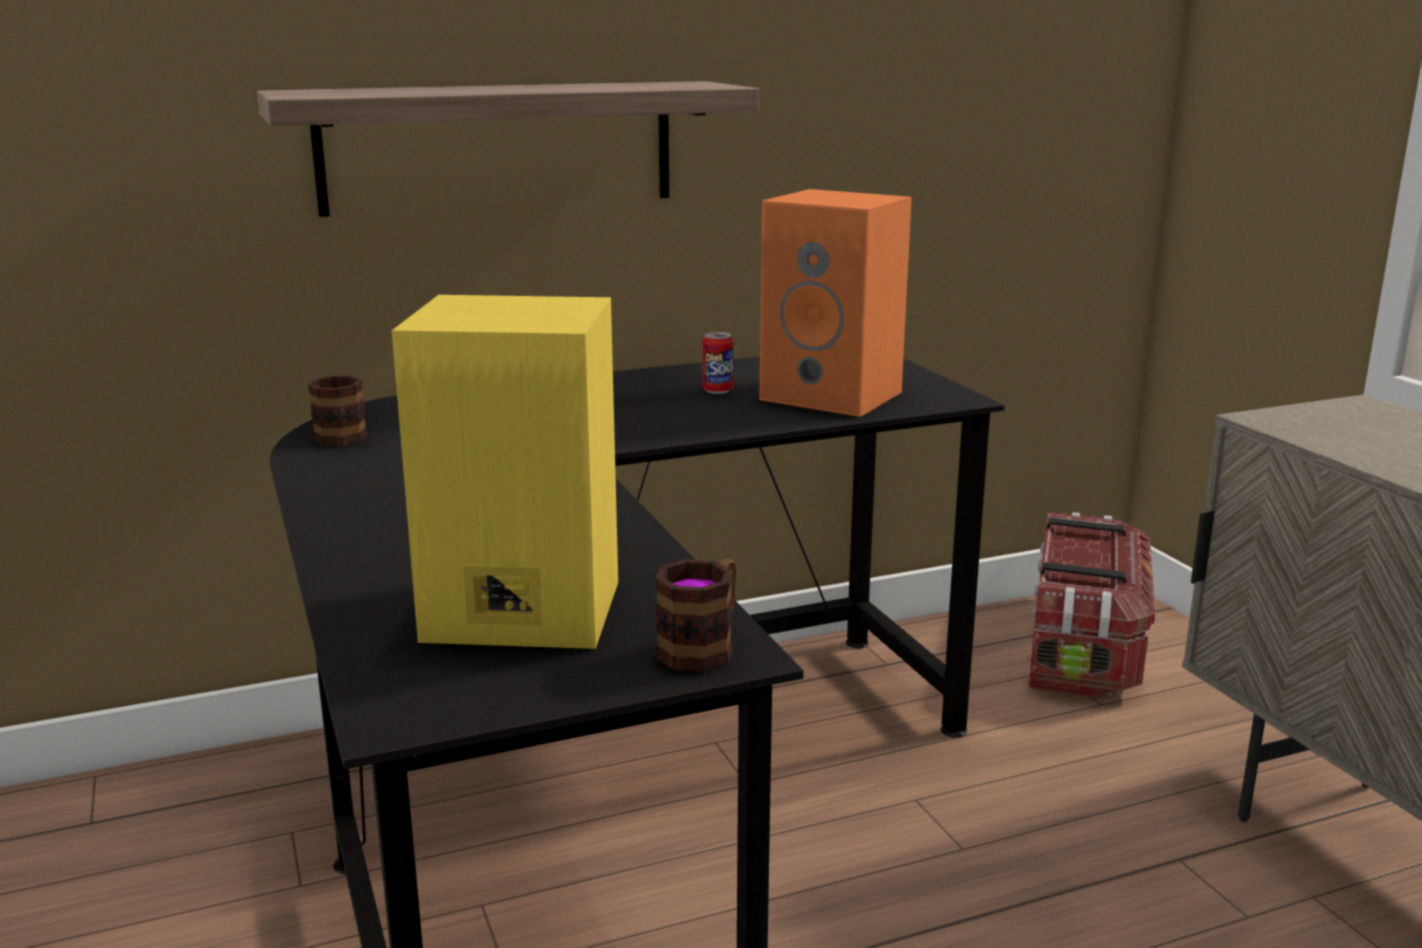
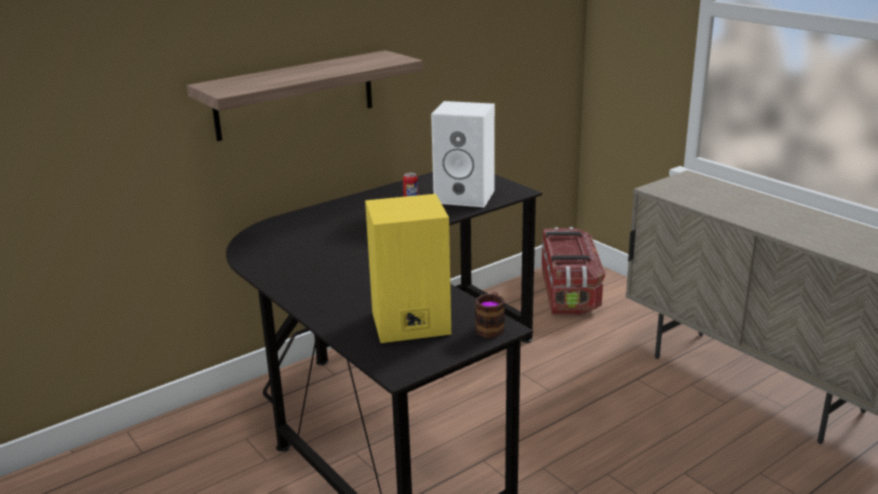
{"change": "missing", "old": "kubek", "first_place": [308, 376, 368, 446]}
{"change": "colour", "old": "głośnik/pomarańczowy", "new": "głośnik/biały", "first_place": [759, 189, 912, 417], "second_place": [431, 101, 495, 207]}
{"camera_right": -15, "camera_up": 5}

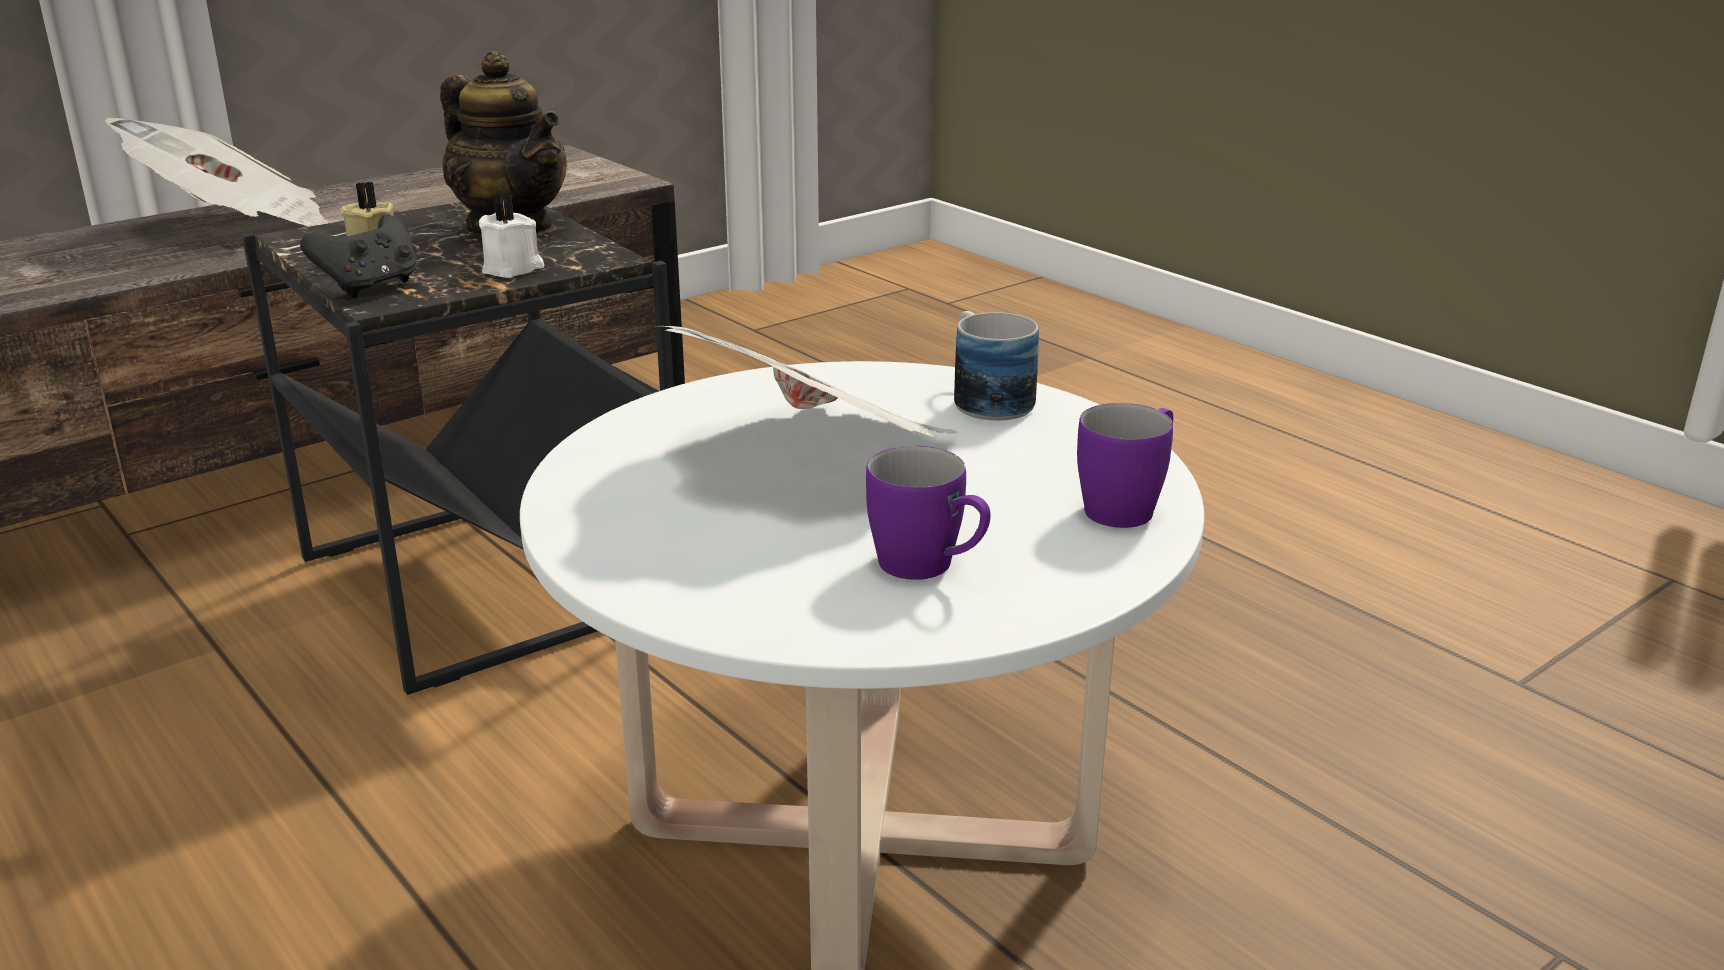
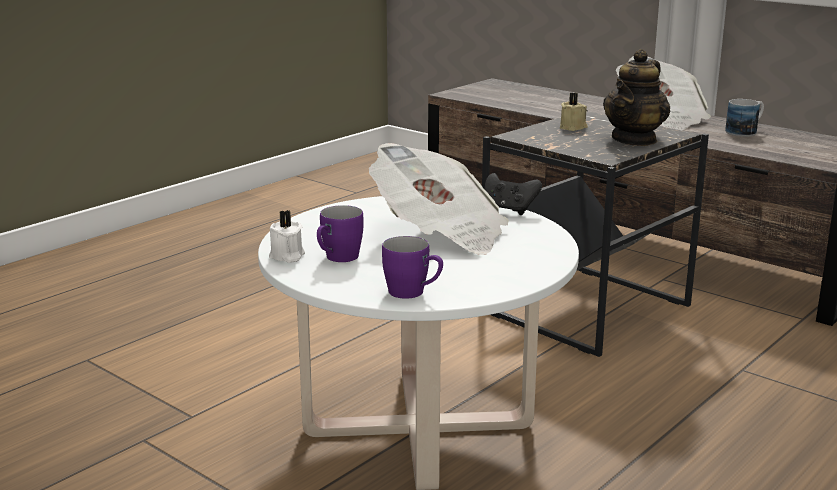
{"change": "relocated", "old": "pad do gier/czarny", "first_place": [300, 214, 417, 298], "second_place": [485, 173, 542, 215]}
{"change": "relocated", "old": "świeca/biały", "first_place": [479, 193, 544, 278], "second_place": [269, 210, 305, 263]}
{"change": "relocated", "old": "kubek", "first_place": [954, 311, 1039, 421], "second_place": [725, 99, 764, 137]}
{"camera_right": 80, "camera_up": -5}

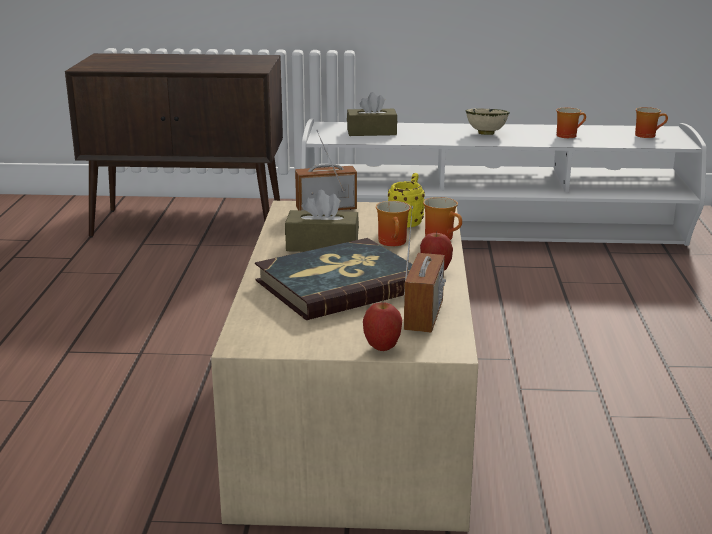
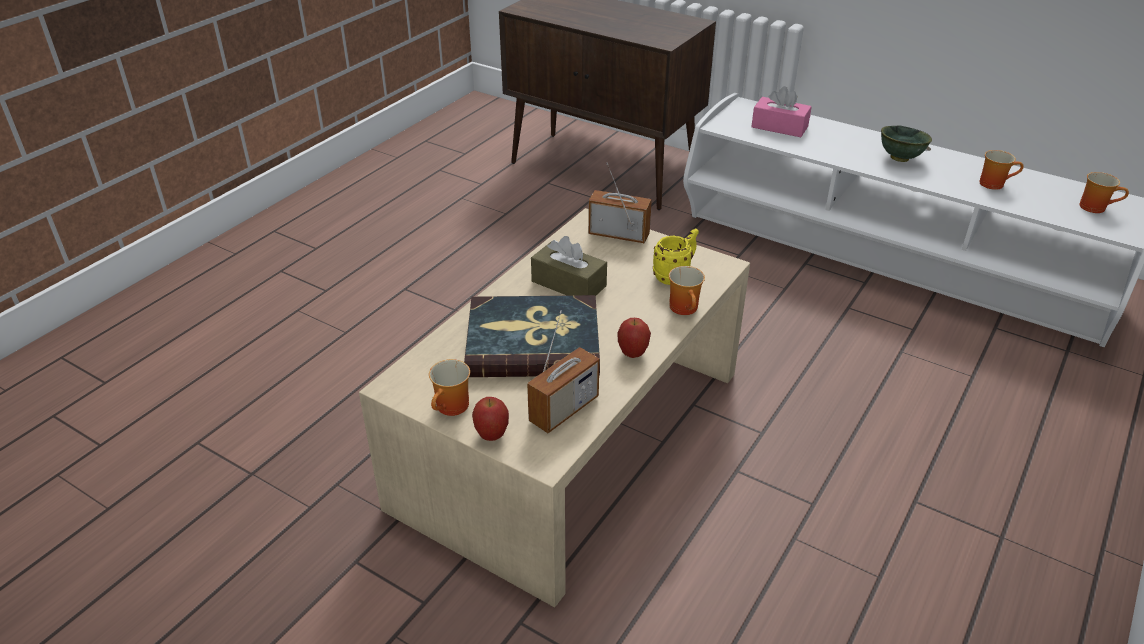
{"change": "relocated", "old": "kubek", "first_place": [376, 201, 411, 246], "second_place": [429, 359, 470, 416]}
{"change": "colour", "old": "pudełko chusteczek/brązowy", "new": "pudełko chusteczek/różowy", "first_place": [347, 92, 397, 136], "second_place": [751, 86, 812, 137]}
{"change": "colour", "old": "miska/beżowy", "new": "miska/zielony", "first_place": [465, 108, 510, 135], "second_place": [881, 126, 932, 162]}
{"camera_right": 30, "camera_up": 15}

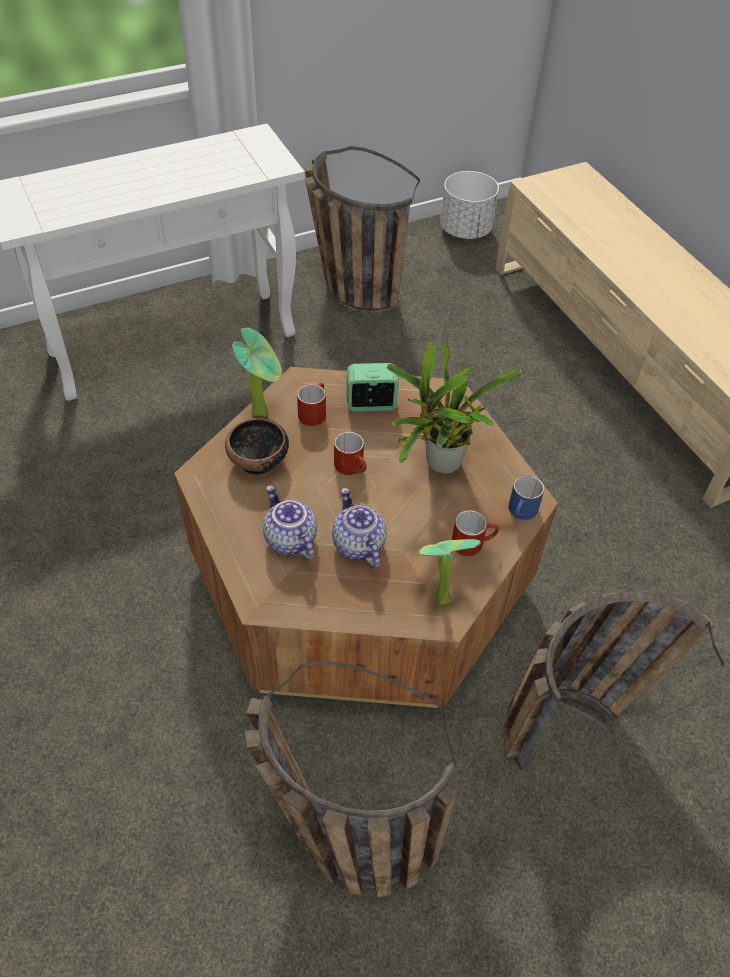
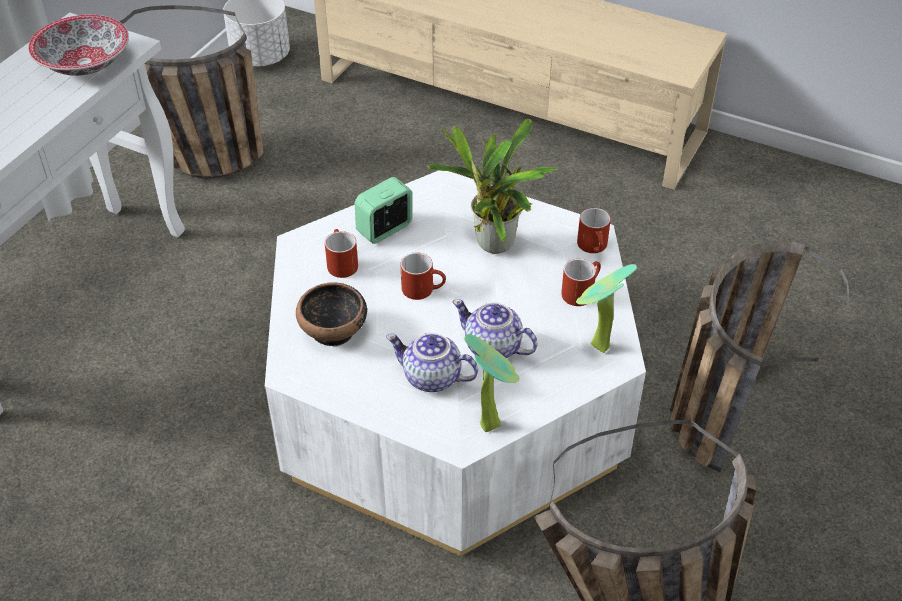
{"change": "appeared", "new": "miska", "second_place": [28, 15, 129, 76]}
{"change": "relocated", "old": "roślina doniczkowa", "first_place": [232, 328, 282, 417], "second_place": [464, 334, 520, 432]}
{"change": "colour", "old": "ława/brązowy", "new": "ława/biały", "first_place": [174, 367, 558, 708], "second_place": [265, 170, 646, 556]}
{"change": "colour", "old": "kubek/niebieski", "new": "kubek/czerwony", "first_place": [508, 475, 544, 520], "second_place": [577, 208, 611, 253]}
{"camera_right": -35, "camera_up": -5}

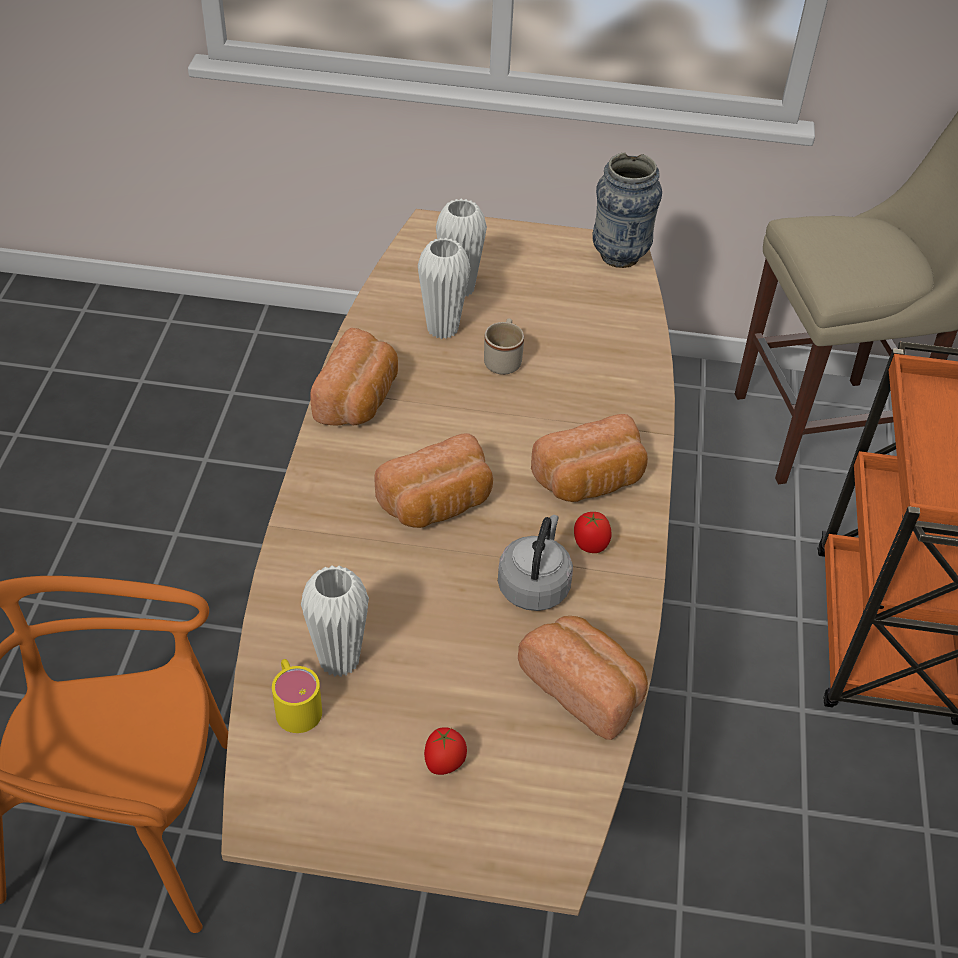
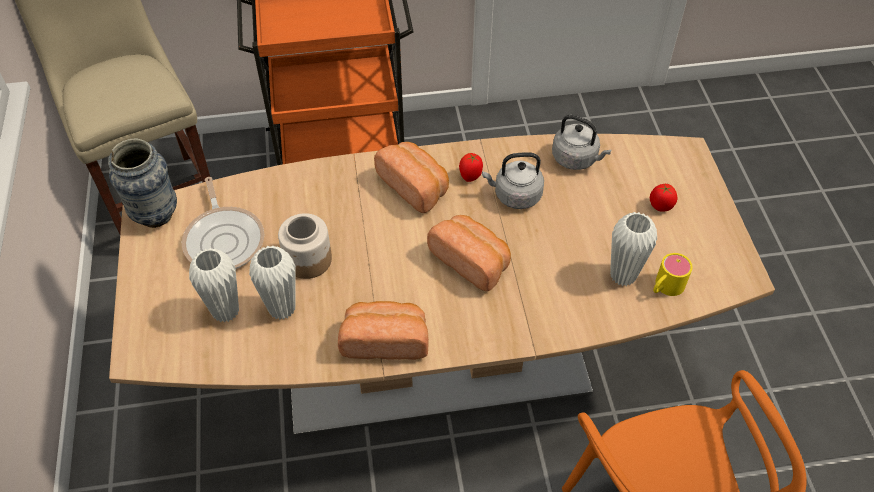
{"change": "appeared", "new": "patelnia", "second_place": [182, 177, 264, 269]}
{"change": "exchanged", "old": "kubek/beżowy", "new": "słoik", "first_place": [484, 318, 524, 375], "second_place": [278, 213, 332, 279]}
{"change": "exchanged", "old": "chleb", "new": "czajnik/szary", "first_place": [518, 616, 648, 740], "second_place": [552, 115, 611, 170]}
{"camera_right": -105, "camera_up": 5}

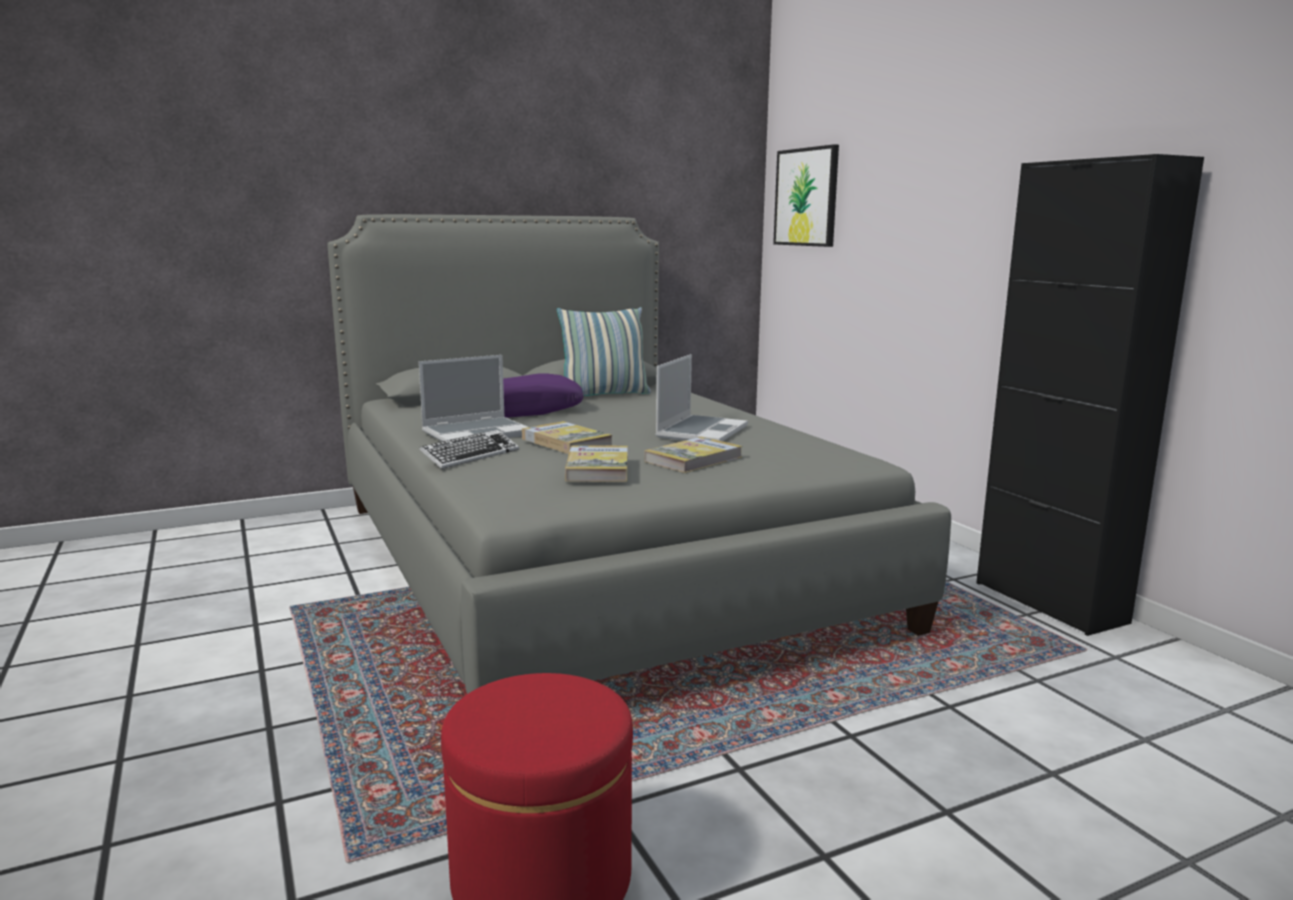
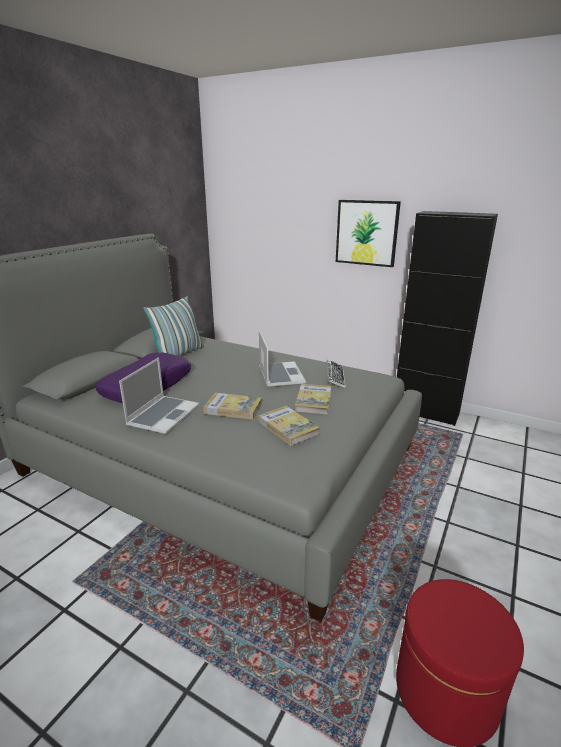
{"change": "relocated", "old": "klawiatura", "first_place": [419, 430, 519, 469], "second_place": [326, 360, 346, 388]}
{"change": "relocated", "old": "obraz", "first_place": [773, 144, 839, 247], "second_place": [336, 200, 401, 267]}
{"camera_right": -35, "camera_up": 10}

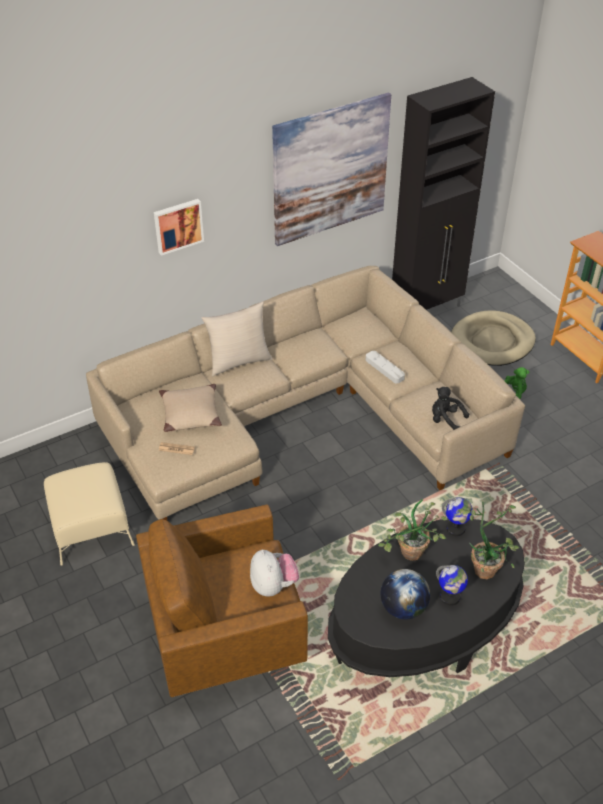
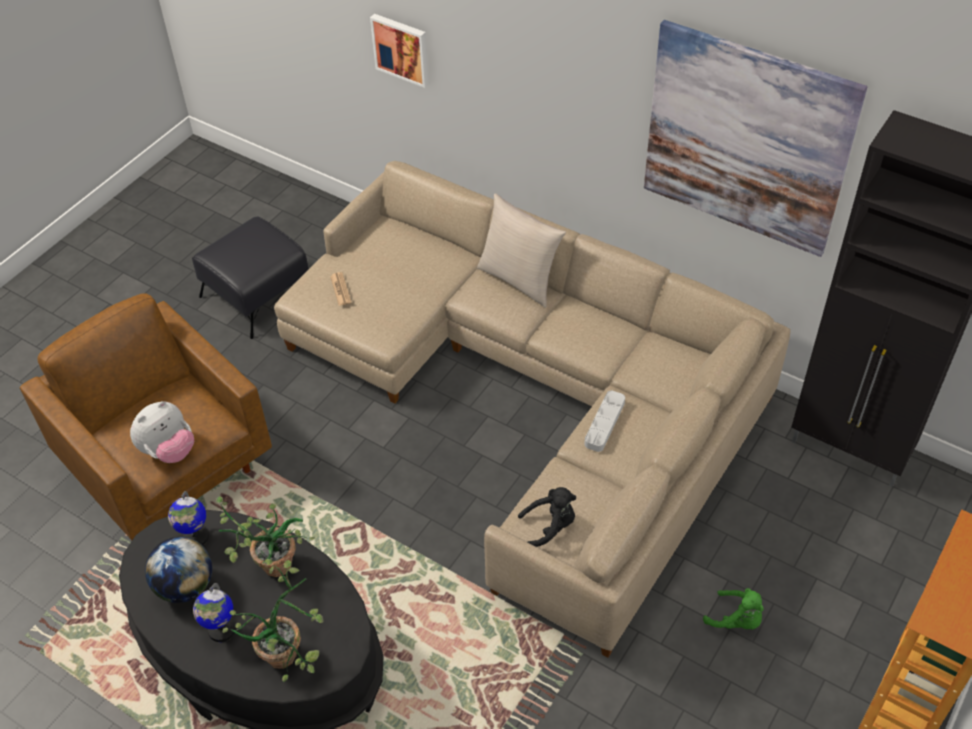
{"change": "missing", "old": "poduszka/beżowy", "first_place": [159, 384, 222, 432]}
{"change": "missing", "old": "legowisko/beżowy", "first_place": [451, 310, 536, 366]}
{"change": "relocated", "old": "obraz", "first_place": [154, 199, 204, 256], "second_place": [370, 14, 429, 88]}
{"change": "relocated", "old": "globus", "first_place": [442, 497, 473, 536], "second_place": [168, 491, 209, 546]}
{"change": "colour", "old": "pufa/beżowy", "new": "pufa/czarny", "first_place": [44, 462, 135, 566], "second_place": [192, 216, 309, 339]}
{"change": "spun", "old": "pluszak/czarny", "first_place": [432, 387, 469, 430], "second_place": [518, 487, 576, 547], "degrees": 75}
{"camera_right": 65, "camera_up": 5}

